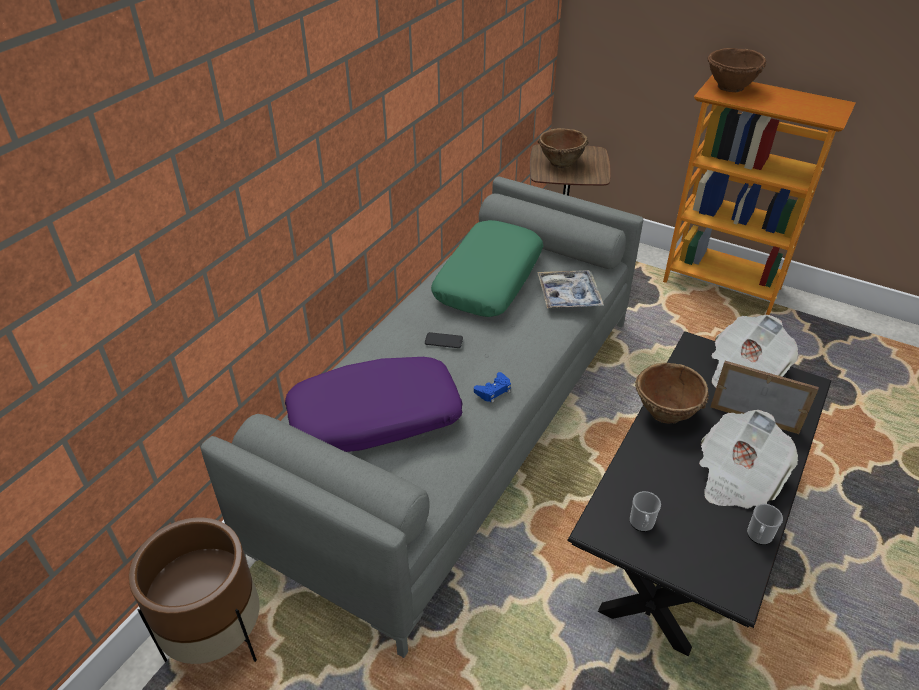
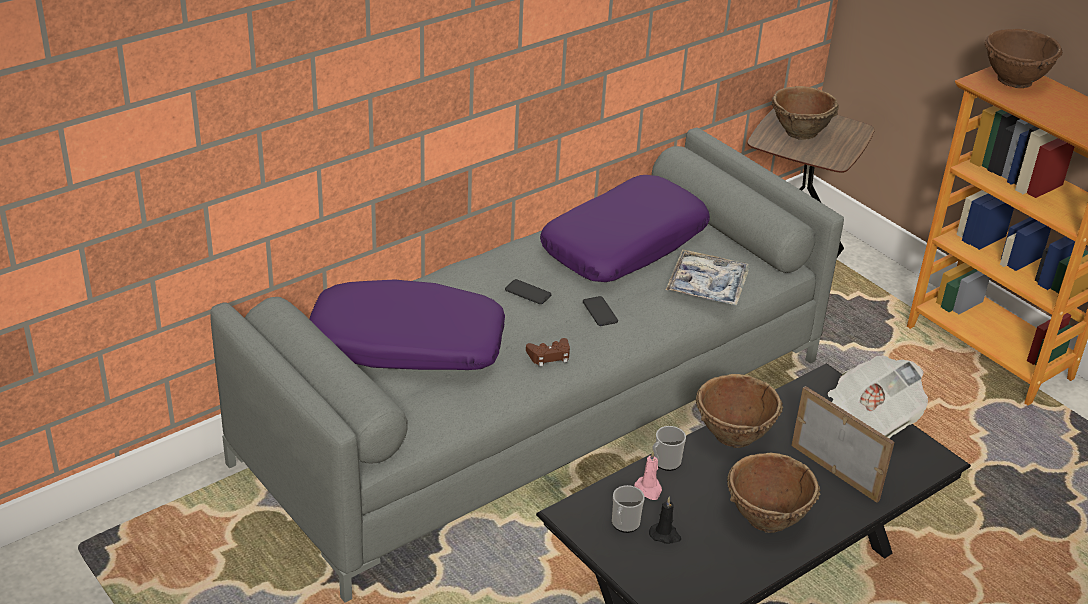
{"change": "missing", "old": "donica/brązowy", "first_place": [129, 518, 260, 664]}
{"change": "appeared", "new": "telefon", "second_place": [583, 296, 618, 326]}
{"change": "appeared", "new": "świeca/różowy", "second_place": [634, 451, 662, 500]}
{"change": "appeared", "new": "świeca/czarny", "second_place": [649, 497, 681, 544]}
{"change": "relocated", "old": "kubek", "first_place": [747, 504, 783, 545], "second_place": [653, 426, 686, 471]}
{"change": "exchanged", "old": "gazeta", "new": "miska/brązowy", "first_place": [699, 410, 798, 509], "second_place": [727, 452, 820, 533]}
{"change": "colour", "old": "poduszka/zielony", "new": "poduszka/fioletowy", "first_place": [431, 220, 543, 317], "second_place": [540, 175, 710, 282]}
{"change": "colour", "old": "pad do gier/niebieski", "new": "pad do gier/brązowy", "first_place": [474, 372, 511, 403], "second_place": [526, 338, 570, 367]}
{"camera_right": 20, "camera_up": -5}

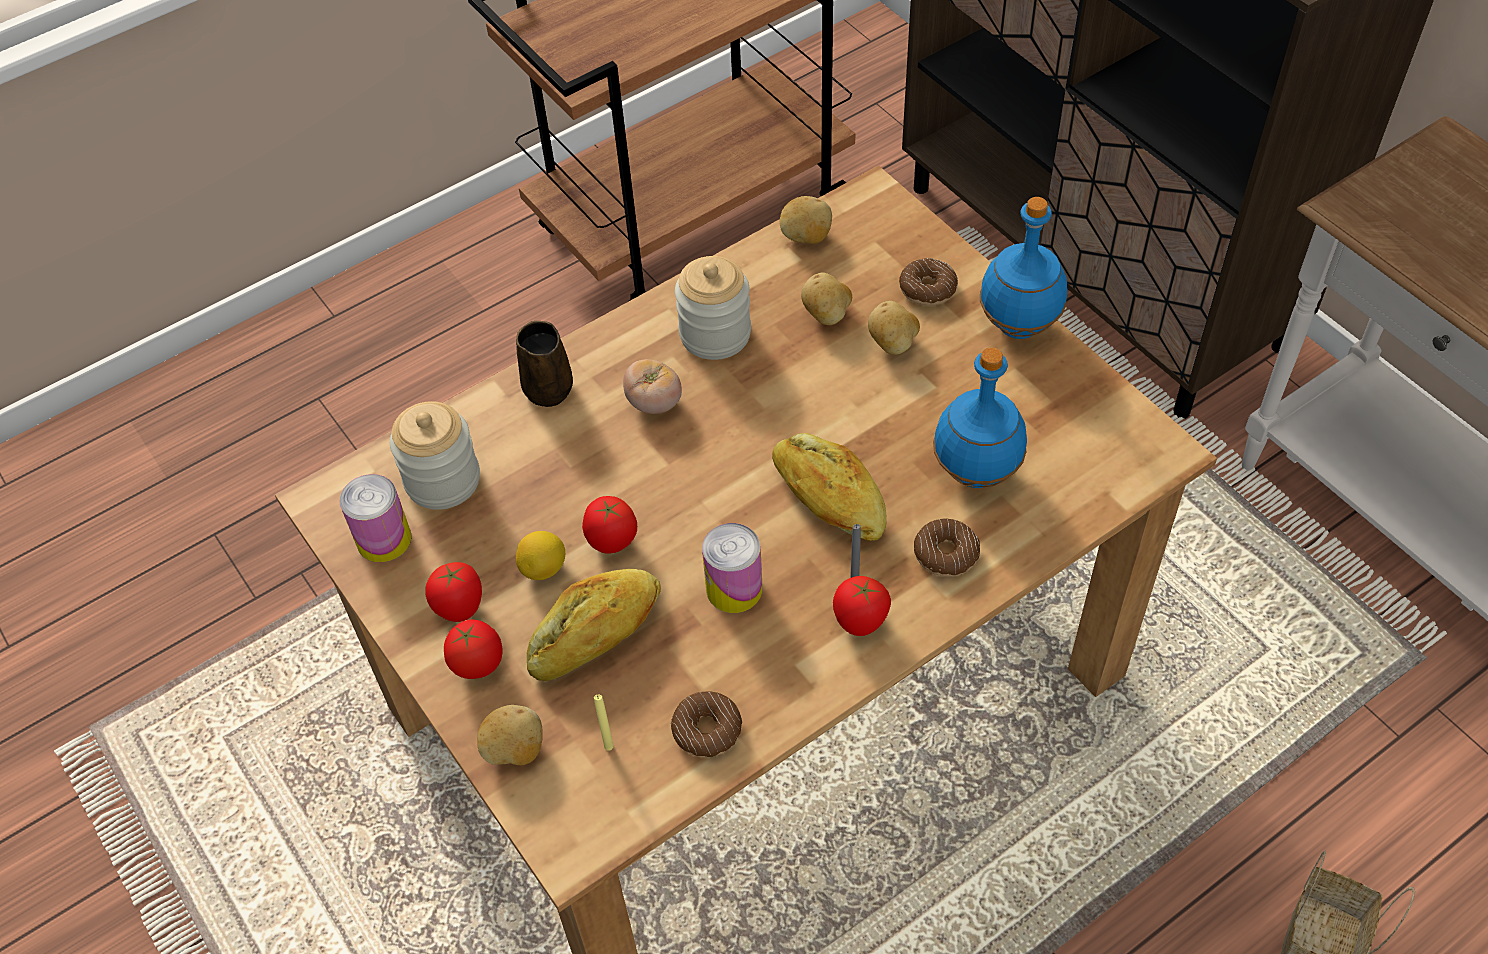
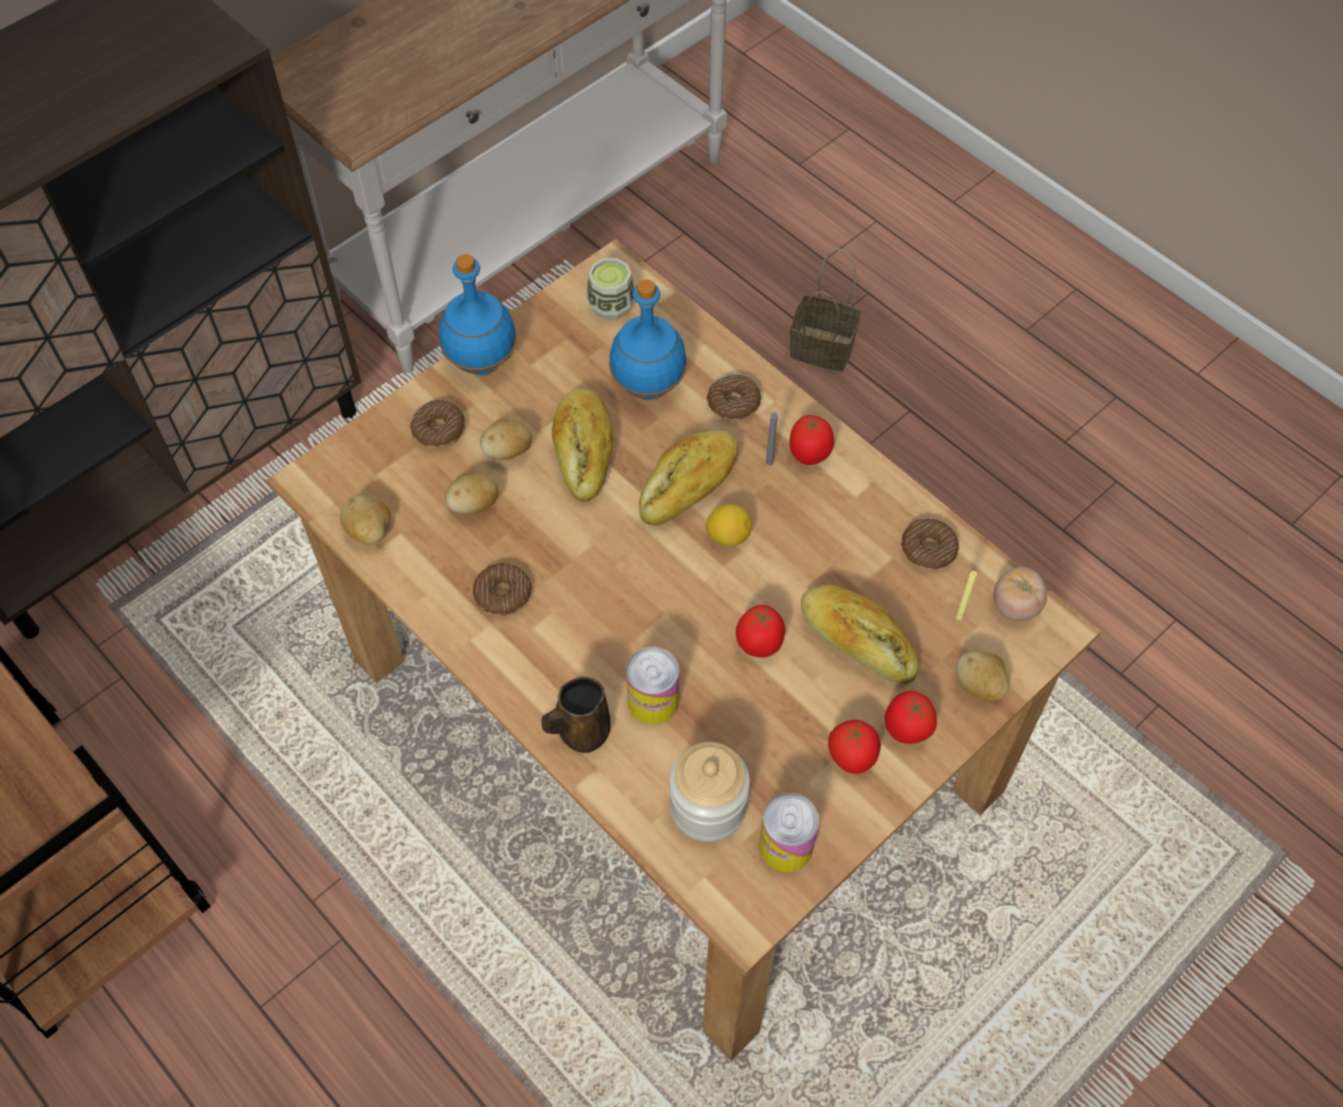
{"change": "appeared", "new": "chleb", "second_place": [552, 389, 613, 502]}
{"change": "appeared", "new": "filiżanka", "second_place": [587, 258, 634, 320]}
{"change": "relocated", "old": "cytryna", "first_place": [516, 531, 565, 580], "second_place": [706, 504, 752, 546]}
{"change": "relocated", "old": "pomidor", "first_place": [623, 359, 682, 414], "second_place": [994, 567, 1047, 621]}
{"change": "relocated", "old": "puszka", "first_place": [702, 523, 762, 613], "second_place": [626, 647, 679, 725]}
{"change": "exchanged", "old": "słoik", "new": "donut", "first_place": [675, 256, 751, 360], "second_place": [473, 563, 531, 616]}
{"camera_right": -100, "camera_up": 5}

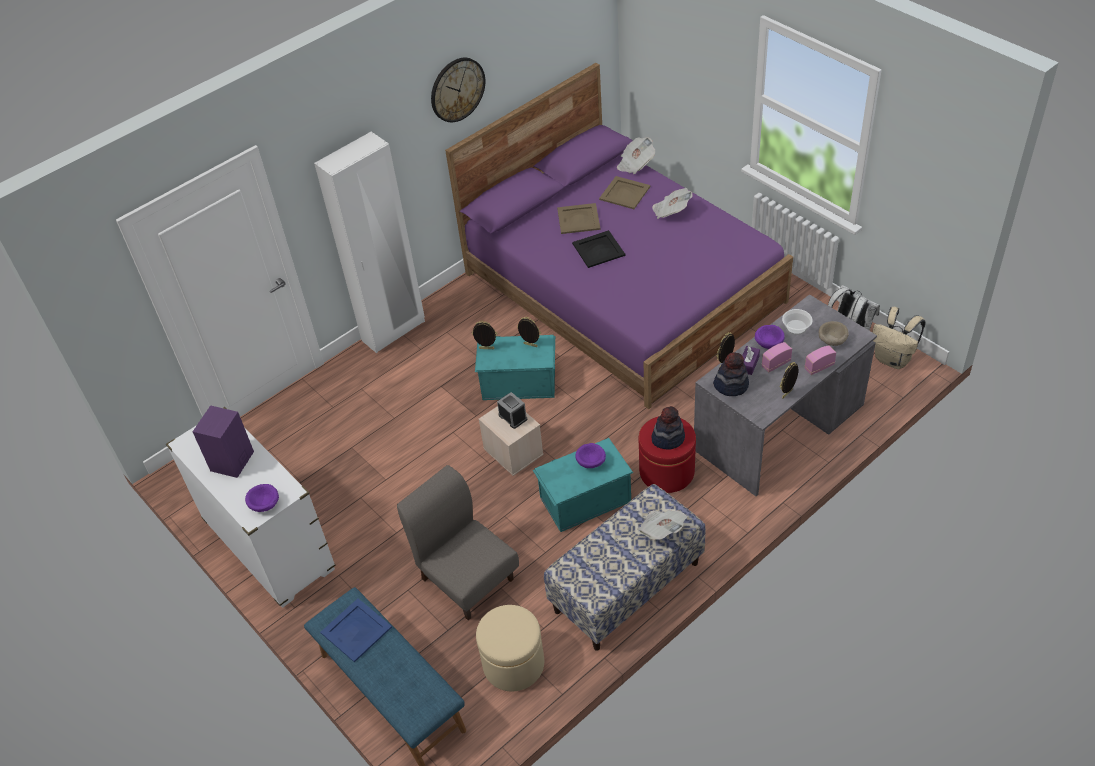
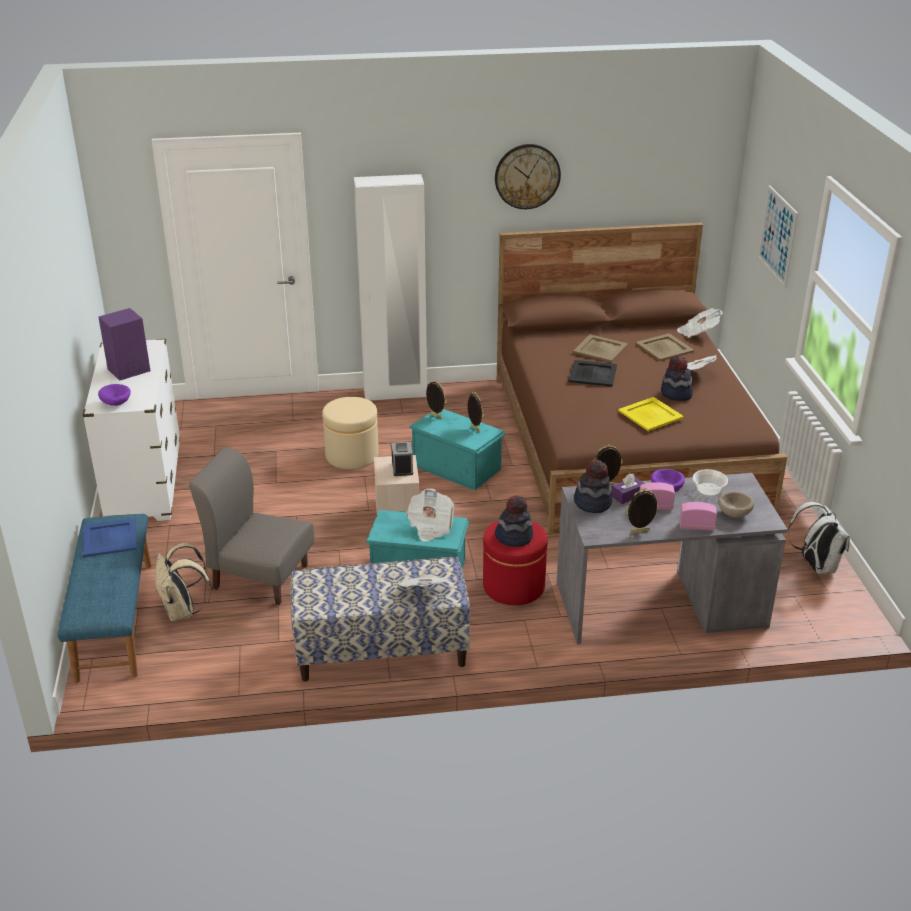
{"change": "appeared", "new": "taca/żółty", "second_place": [618, 397, 684, 431]}
{"change": "appeared", "new": "kapelusz", "second_place": [661, 355, 693, 401]}
{"change": "appeared", "new": "obraz", "second_place": [758, 185, 798, 288]}
{"change": "relocated", "old": "pufa/beżowy", "first_place": [476, 605, 544, 691], "second_place": [322, 397, 379, 470]}
{"change": "relocated", "old": "plecak/beżowy", "first_place": [872, 307, 925, 369], "second_place": [155, 543, 212, 622]}
{"change": "exchanged", "old": "miska/fioletowy", "new": "gazeta", "first_place": [575, 443, 606, 468], "second_place": [406, 488, 455, 542]}
{"change": "colour", "old": "łóżko/fioletowy", "new": "łóżko/brązowy", "first_place": [445, 63, 793, 409], "second_place": [497, 223, 787, 535]}
{"change": "spun", "old": "krzesło/szary", "first_place": [397, 465, 519, 621], "second_place": [189, 447, 314, 605], "degrees": -60}
{"camera_right": 30, "camera_up": -15}

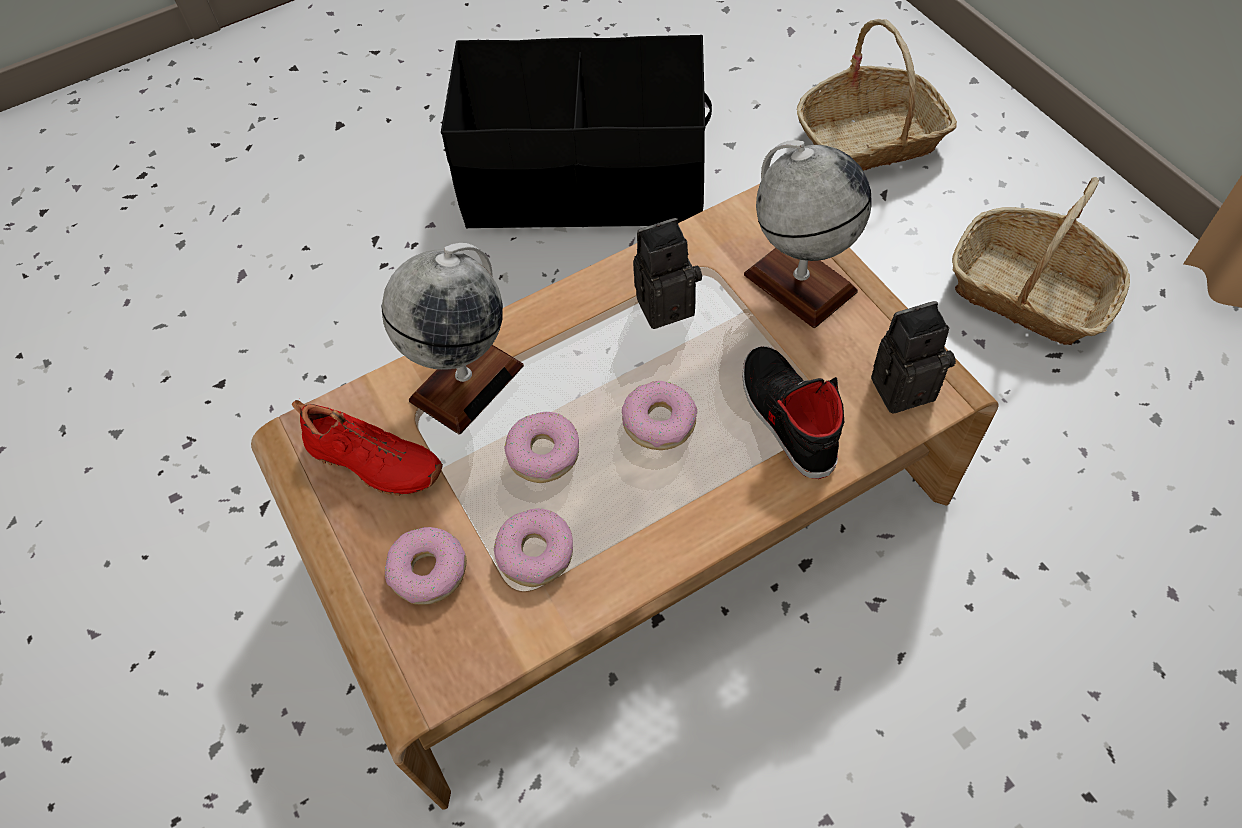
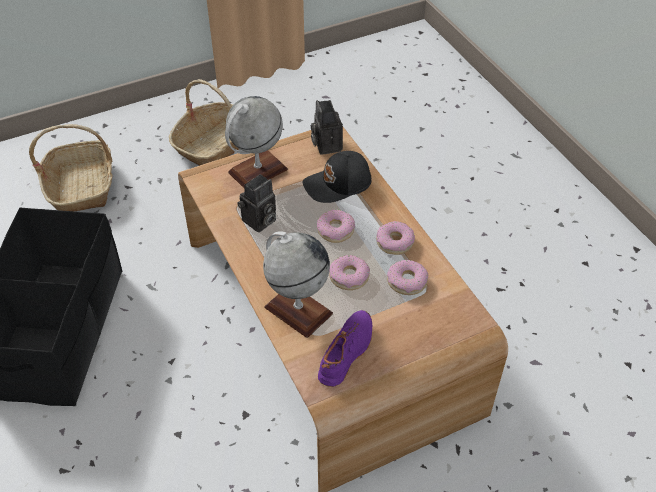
{"change": "relocated", "old": "donut", "first_place": [385, 527, 467, 605], "second_place": [376, 221, 415, 255]}
{"change": "exchanged", "old": "but/czarny", "new": "czapka z daszkiem/czarny", "first_place": [742, 346, 844, 479], "second_place": [303, 151, 372, 203]}
{"change": "colour", "old": "but/czerwony", "new": "but/fioletowy", "first_place": [292, 400, 443, 496], "second_place": [318, 310, 372, 387]}
{"change": "spun", "old": "aparat fotograficzny", "first_place": [633, 218, 702, 329], "second_place": [237, 174, 276, 233], "degrees": -120}
{"camera_right": -90, "camera_up": -10}

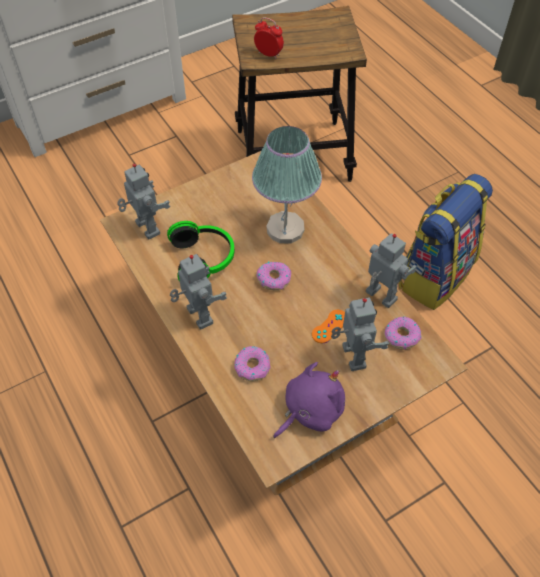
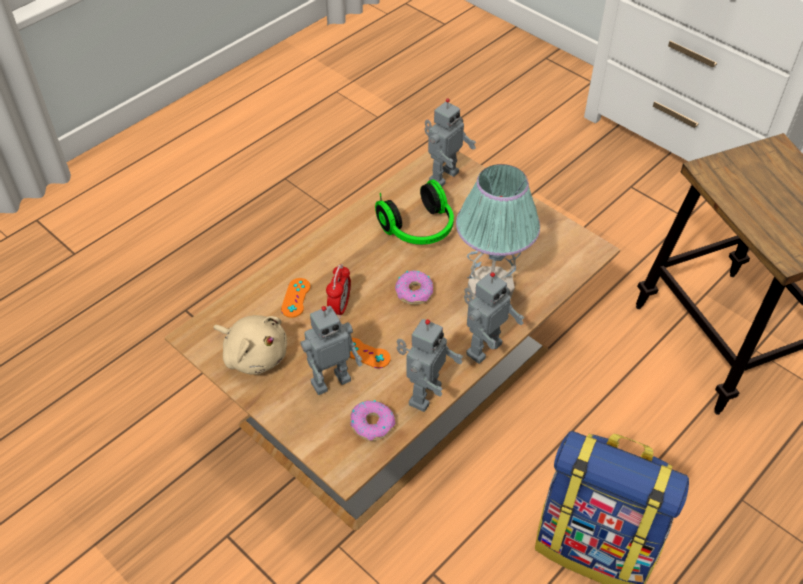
{"change": "relocated", "old": "robot zabawkowy", "first_place": [170, 254, 227, 329], "second_place": [464, 272, 524, 364]}
{"change": "relocated", "old": "budzik", "first_place": [254, 17, 284, 59], "second_place": [326, 264, 351, 318]}
{"change": "exchanged", "old": "donut", "new": "pad do gier/pomarańczowy", "first_place": [234, 346, 271, 381], "second_place": [281, 278, 310, 318]}
{"change": "colour", "old": "pluszak/fioletowy", "new": "pluszak/beżowy", "first_place": [273, 362, 345, 438], "second_place": [213, 315, 287, 375]}
{"camera_right": 75, "camera_up": -5}

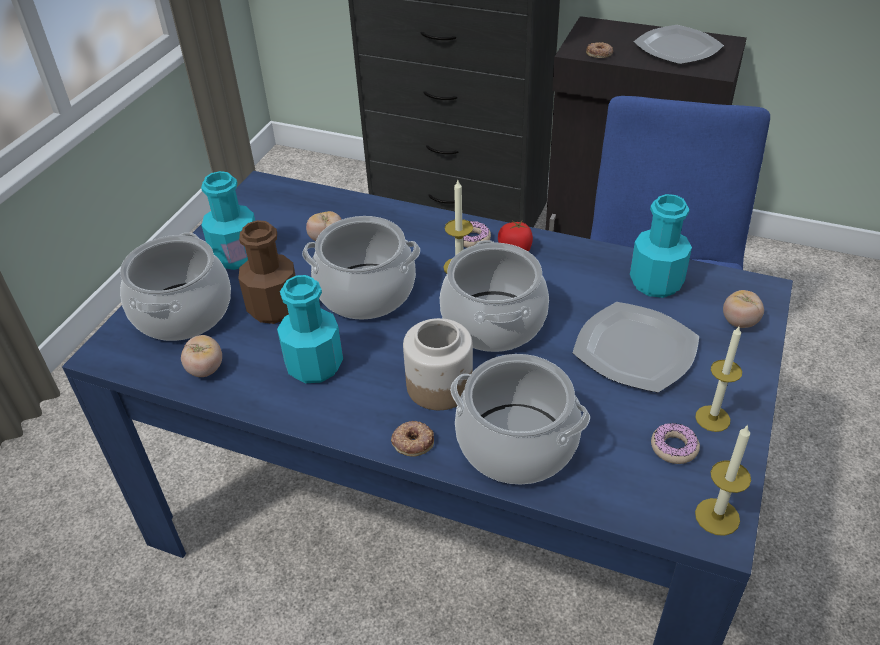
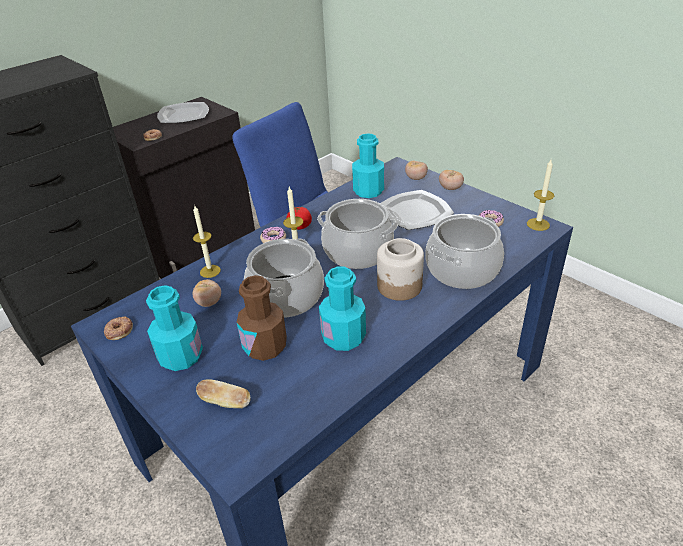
{"change": "relocated", "old": "pomidor", "first_place": [181, 335, 222, 377], "second_place": [439, 170, 464, 190]}
{"change": "relocated", "old": "donut", "first_place": [391, 421, 434, 457], "second_place": [104, 317, 133, 340]}
{"change": "relocated", "old": "świeca", "first_place": [695, 326, 742, 432], "second_place": [193, 206, 221, 278]}
{"change": "exchanged", "old": "garnek", "new": "chleb", "first_place": [120, 233, 231, 341], "second_place": [196, 379, 250, 408]}
{"camera_right": -65, "camera_up": -5}

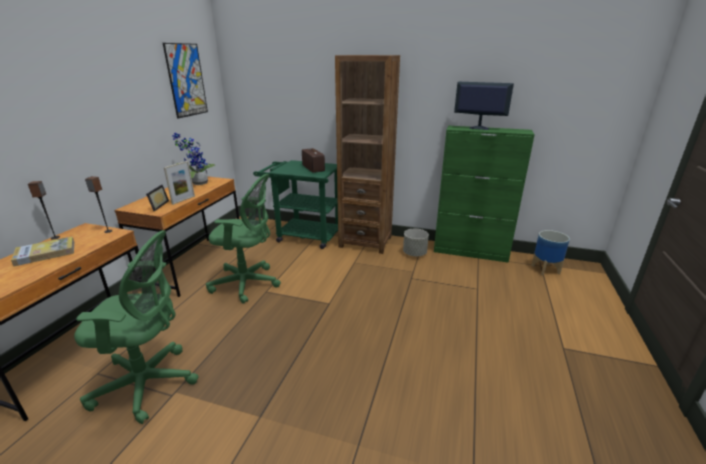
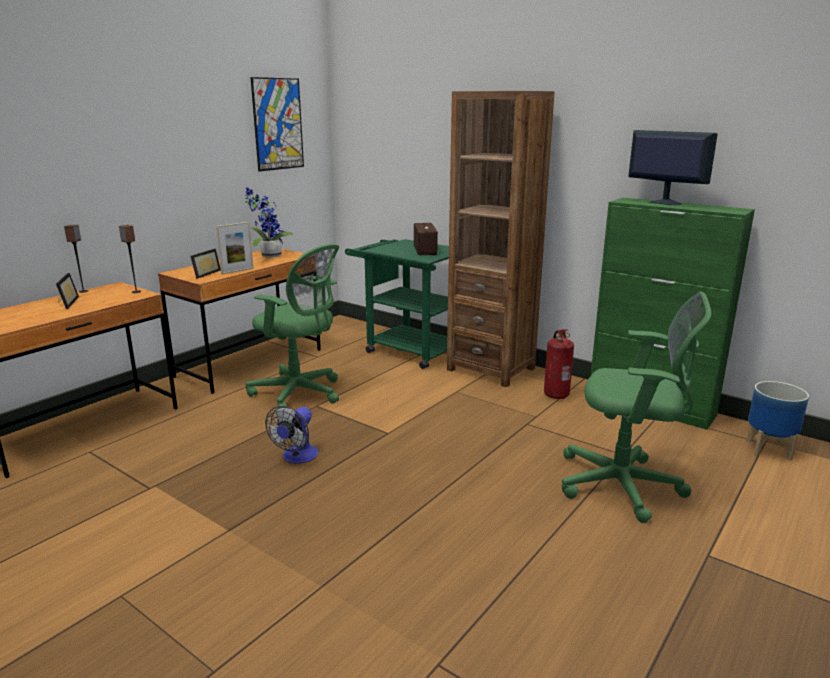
{"change": "appeared", "new": "wentylator", "second_place": [265, 406, 318, 464]}
{"change": "relocated", "old": "krzesło biurowe/zielony", "first_place": [74, 230, 198, 424], "second_place": [562, 292, 711, 523]}
{"change": "exchanged", "old": "książka", "new": "ramka na zdjęcie", "first_place": [11, 236, 74, 266], "second_place": [56, 273, 79, 309]}
{"change": "exchanged", "old": "donica/szary", "new": "gaśnica", "first_place": [403, 229, 429, 256], "second_place": [544, 329, 574, 399]}
{"camera_right": 20, "camera_up": -5}

